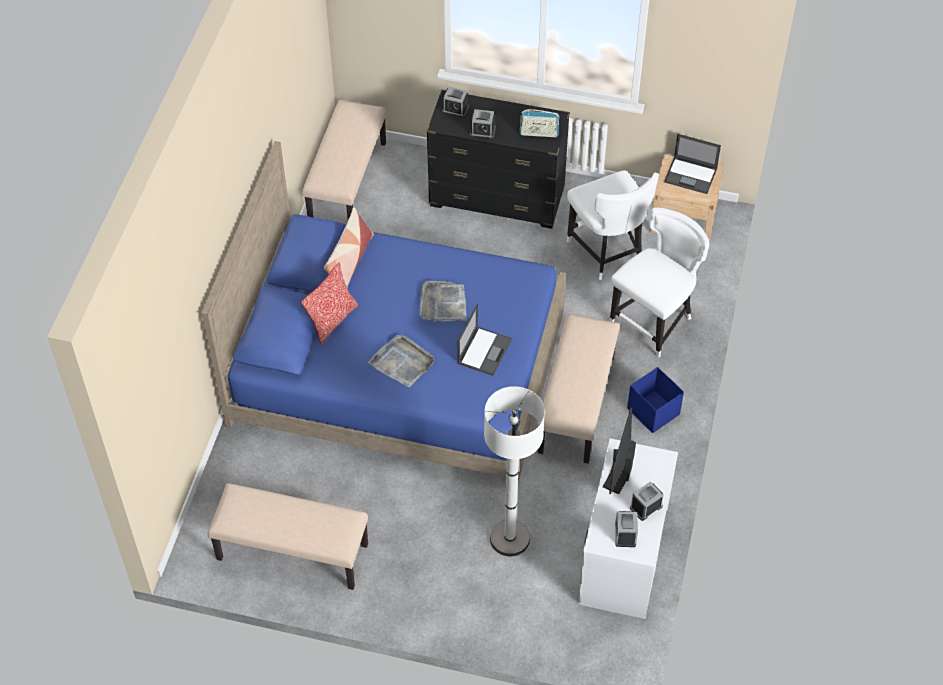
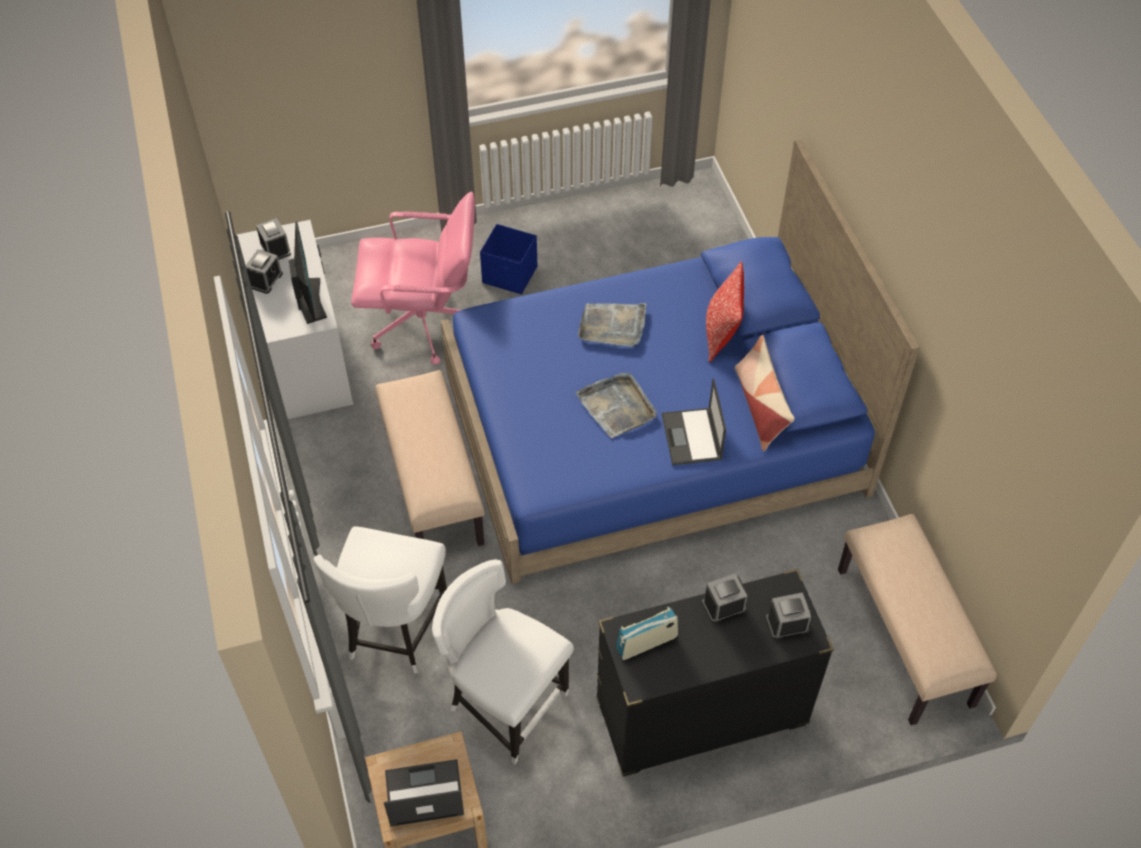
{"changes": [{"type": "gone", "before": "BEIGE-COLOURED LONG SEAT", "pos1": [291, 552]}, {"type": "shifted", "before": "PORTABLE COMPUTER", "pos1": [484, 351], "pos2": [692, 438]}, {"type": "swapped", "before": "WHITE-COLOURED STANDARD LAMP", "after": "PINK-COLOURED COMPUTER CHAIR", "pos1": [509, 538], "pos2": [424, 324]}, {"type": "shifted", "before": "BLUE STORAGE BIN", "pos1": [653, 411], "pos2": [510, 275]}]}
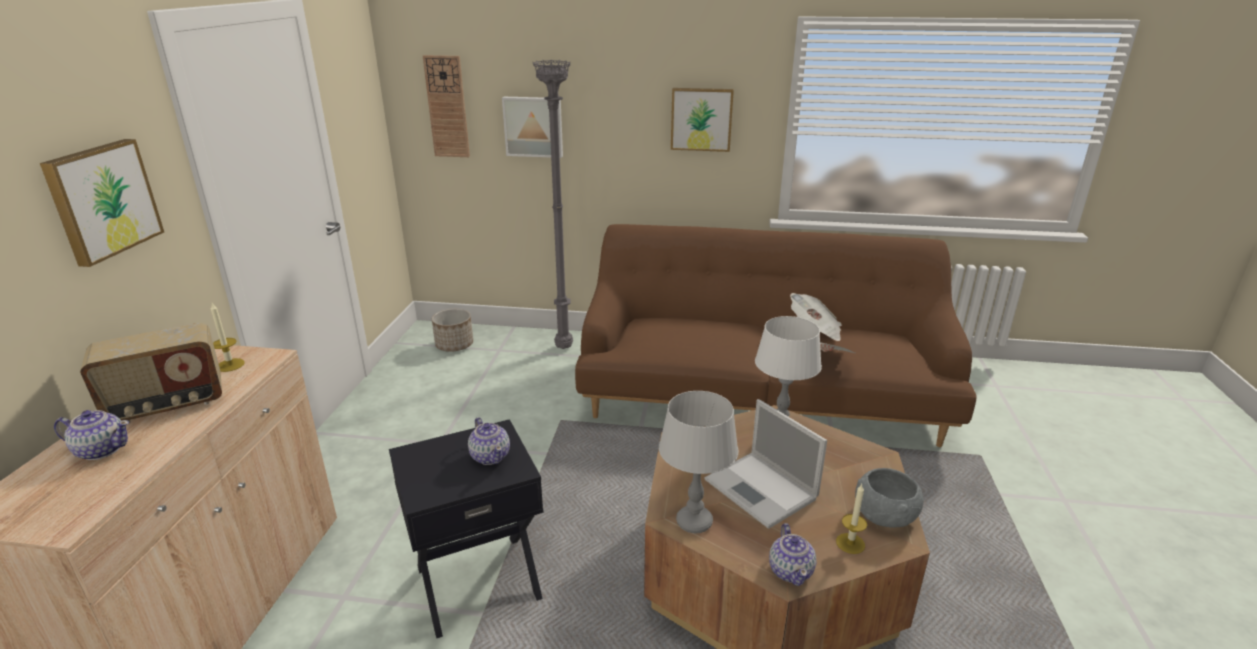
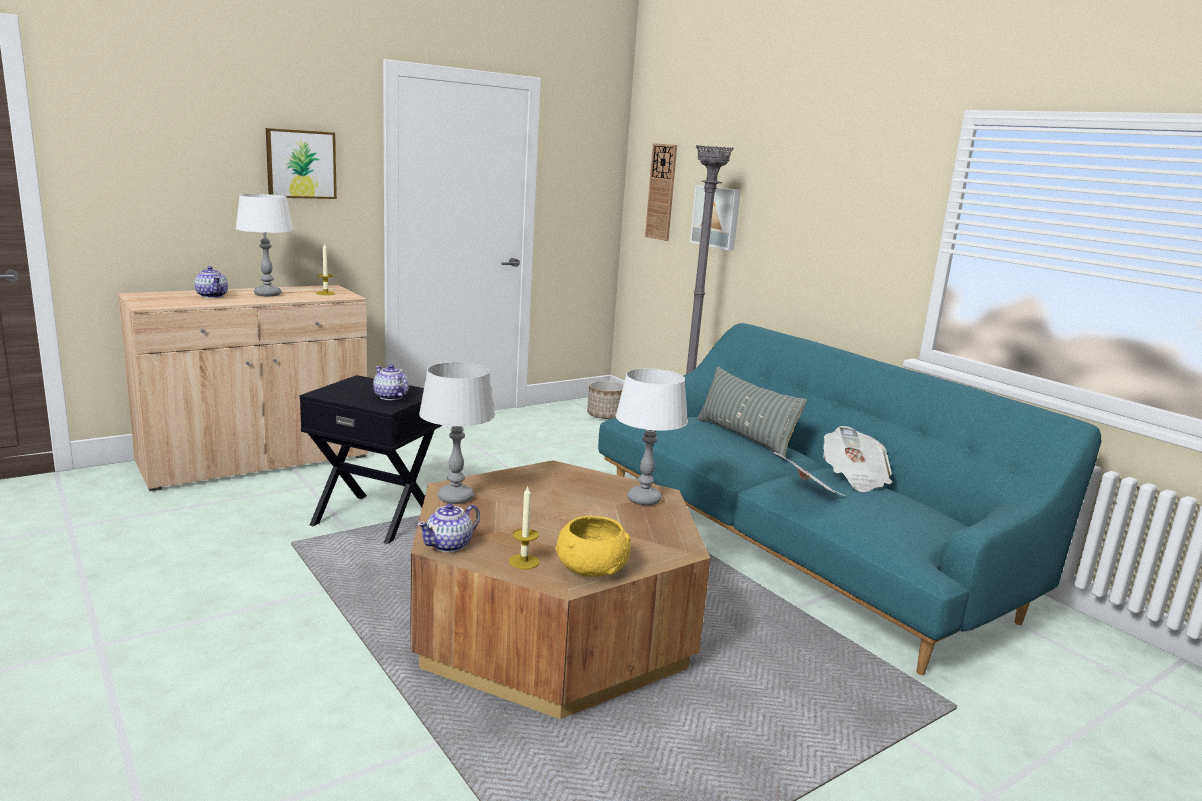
{"changes": [{"type": "swapped", "before": "RADIO RECEIVER", "after": "WHITE-COLOURED TABLETOP LAMP", "pos1": [167, 405], "pos2": [268, 294]}, {"type": "rotated", "before": "TEA POT", "pos1": [490, 456], "pos2": [391, 397], "turn": 120}, {"type": "repainted", "before": "BROWN COUCH", "after": "BLUE-GREEN COUCH", "pos1": [761, 394], "pos2": [798, 547]}, {"type": "gone", "before": "WALL ART", "pos1": [701, 119]}, {"type": "gone", "before": "PORTABLE COMPUTER", "pos1": [762, 490]}, {"type": "repainted", "before": "GREY SERVING BOWL", "after": "YELLOW SERVING BOWL", "pos1": [884, 515], "pos2": [592, 569]}, {"type": "new", "after": "GREY THROW PILLOW", "pos2": [744, 436]}]}
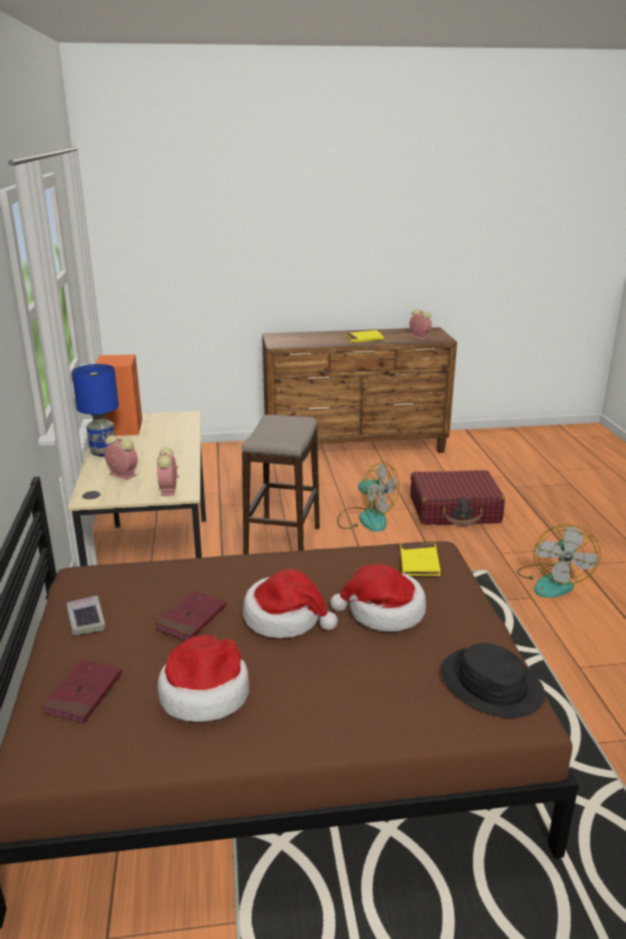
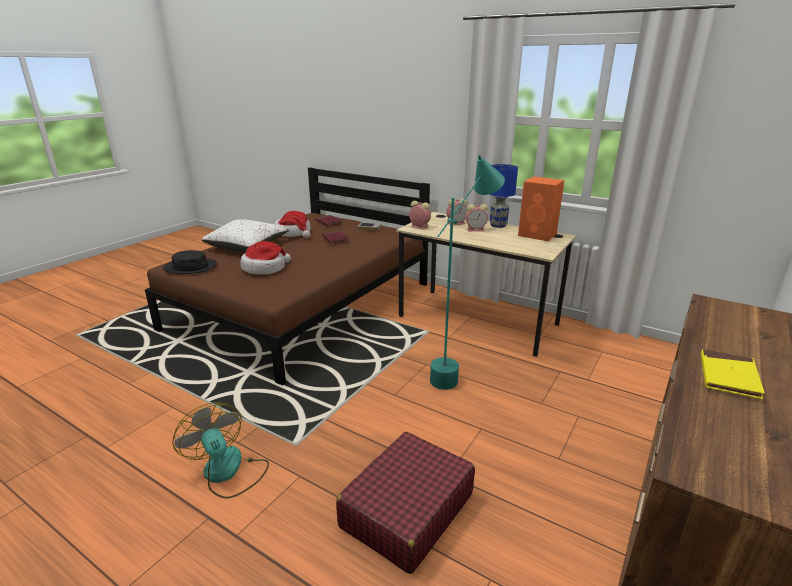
{"changes": [{"type": "swapped", "before": "STOOL", "after": "BLUE-GREEN STANDARD LAMP", "pos1": [283, 545], "pos2": [458, 371]}, {"type": "gone", "before": "CLOTHING HAT", "pos1": [285, 618]}, {"type": "gone", "before": "FAN", "pos1": [365, 519]}, {"type": "gone", "before": "YELLOW VOLUME", "pos1": [419, 562]}, {"type": "shifted", "before": "BEDSIDE CLOCK", "pos1": [418, 337], "pos2": [476, 229]}, {"type": "new", "after": "WHITE-COLOURED THROW PILLOW", "pos2": [248, 246]}]}
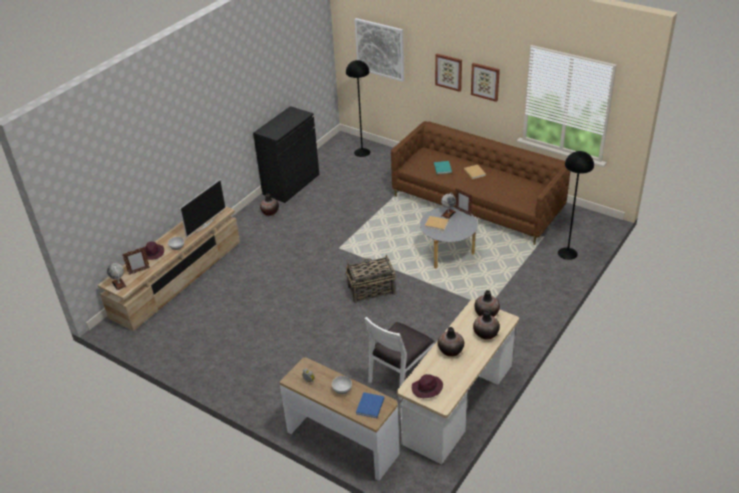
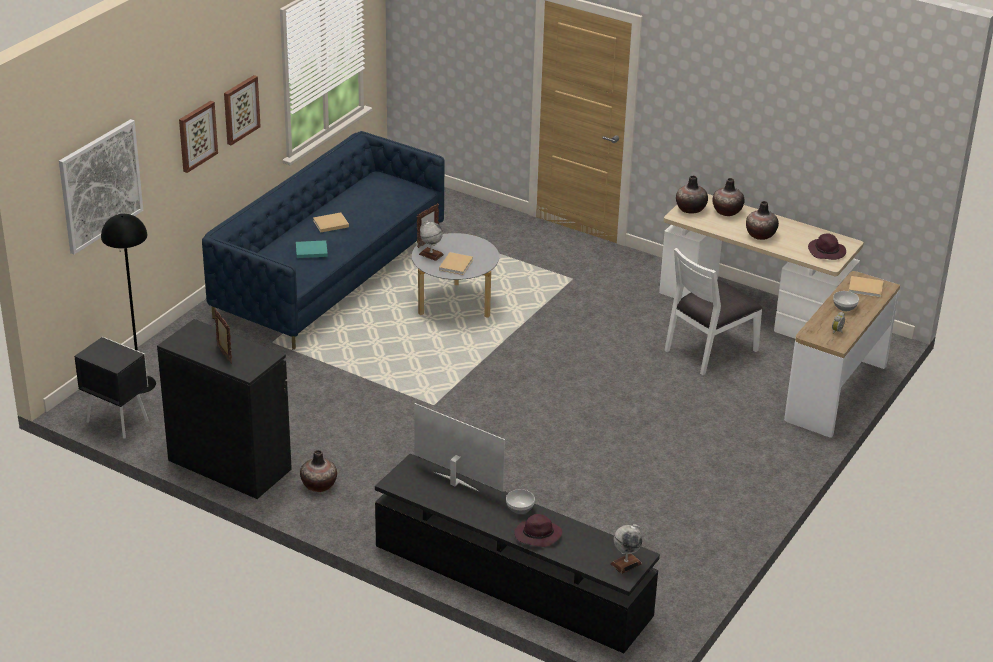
{"changes": [{"type": "repainted", "before": "BEIGE-COLOURED TV UNIT", "after": "BLACKISH TV UNIT", "pos1": [177, 279], "pos2": [512, 581]}, {"type": "shifted", "before": "PHOTO FRAME", "pos1": [139, 271], "pos2": [224, 355]}, {"type": "gone", "before": "STORAGE BASKET", "pos1": [371, 290]}, {"type": "repainted", "before": "BLUE VOLUME", "after": "BEIGE-COLOURED VOLUME", "pos1": [370, 406], "pos2": [866, 288]}, {"type": "rotated", "before": "WHITE-COLOURED PLAIN CHAIR", "pos1": [400, 374], "pos2": [709, 350], "turn": 105}, {"type": "repainted", "before": "BROWN COUCH", "after": "BLUE COUCH", "pos1": [477, 204], "pos2": [330, 274]}, {"type": "gone", "before": "BLACKISH STANDARD LAMP", "pos1": [567, 253]}, {"type": "new", "after": "BLACKISH NIGHTSTAND", "pos2": [117, 421]}]}
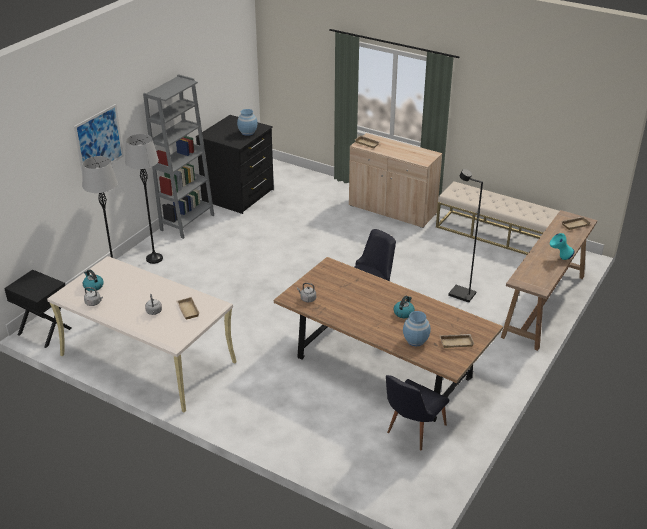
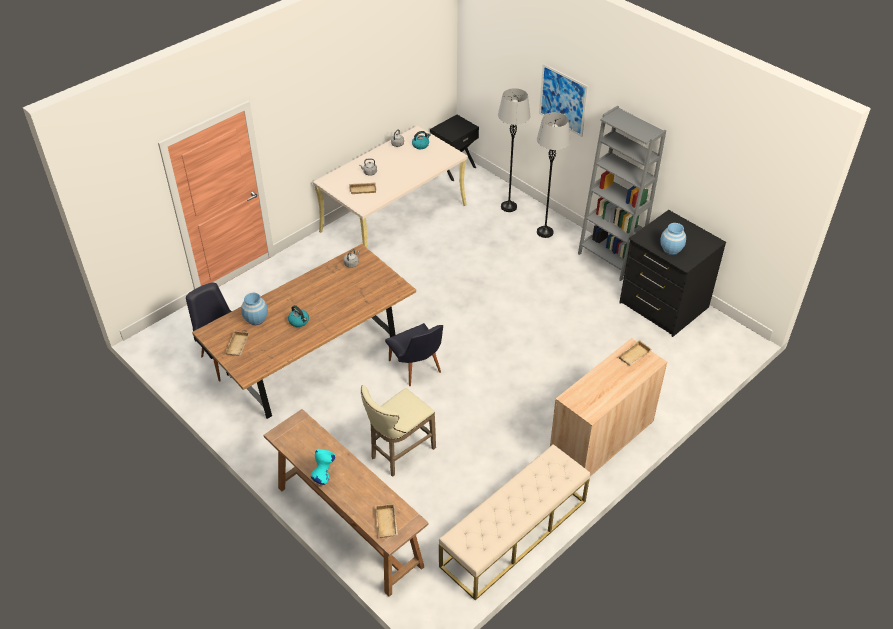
{"changes": [{"type": "swapped", "before": "BLACKISH STANDARD LAMP", "after": "BEIGE-COLOURED STOOL", "pos1": [461, 295], "pos2": [399, 453]}]}
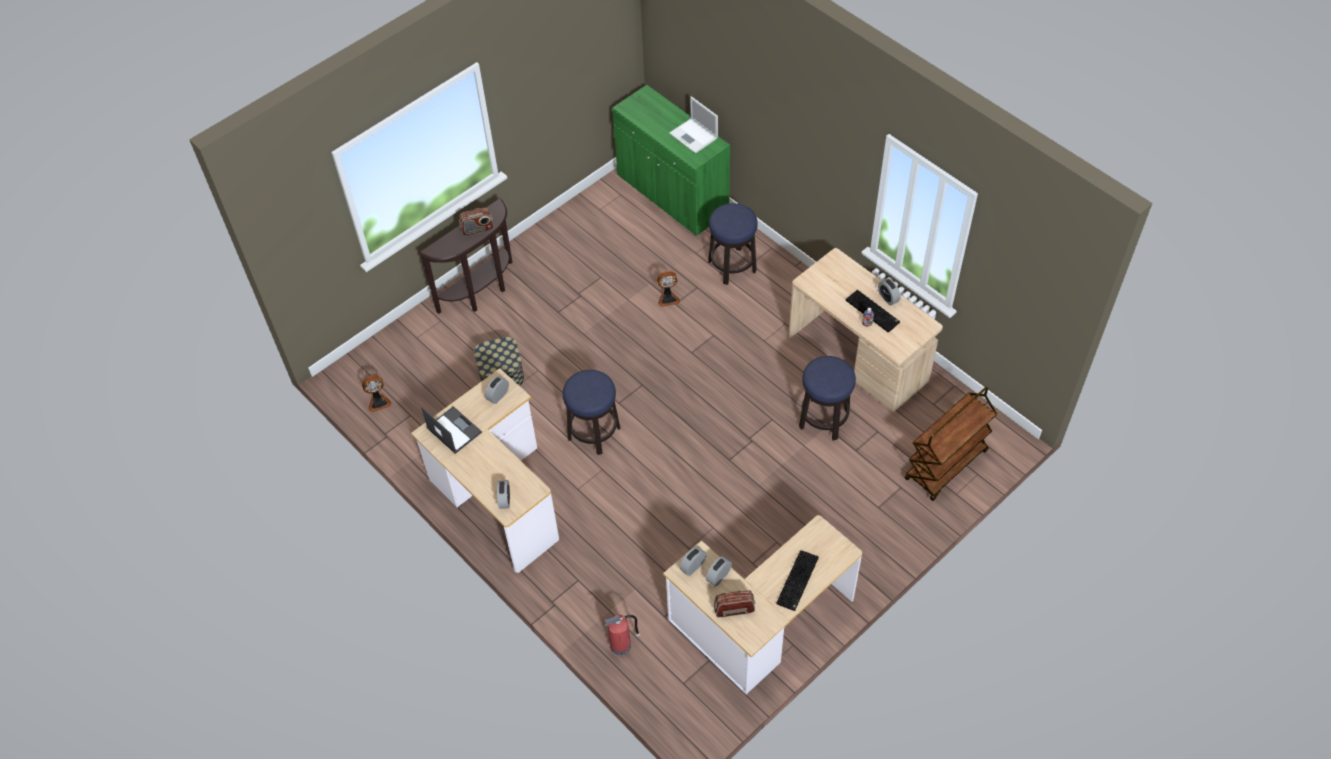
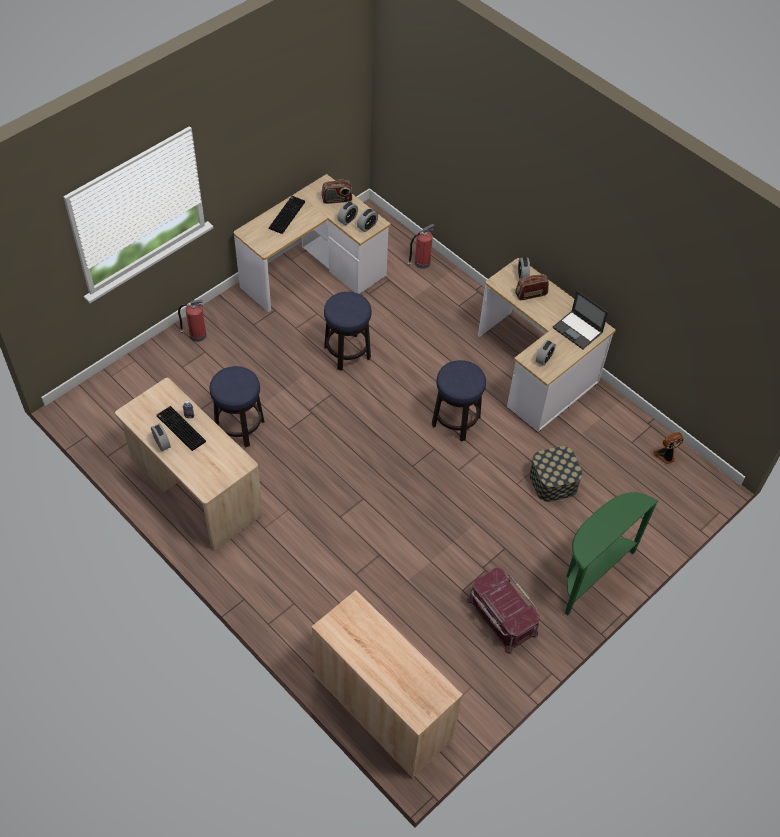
{"changes": [{"type": "repainted", "before": "BROWN HALL TABLE", "after": "GREENISH HALL TABLE", "pos1": [481, 292], "pos2": [591, 574]}, {"type": "shifted", "before": "RADIO RECEIVER", "pos1": [477, 229], "pos2": [531, 294]}, {"type": "repainted", "before": "GREENISH CUPBOARD", "after": "BEIGE-COLOURED CUPBOARD", "pos1": [672, 194], "pos2": [382, 707]}, {"type": "gone", "before": "FAN", "pos1": [668, 298]}, {"type": "gone", "before": "PORTABLE COMPUTER", "pos1": [694, 136]}, {"type": "shifted", "before": "STOOL", "pos1": [732, 266], "pos2": [347, 352]}, {"type": "gone", "before": "BROWN CART", "pos1": [946, 466]}, {"type": "new", "after": "FIRE-FIGHTING CYLINDER", "pos2": [197, 335]}, {"type": "new", "after": "RED-COLOURED STORAGE BIN", "pos2": [501, 617]}]}
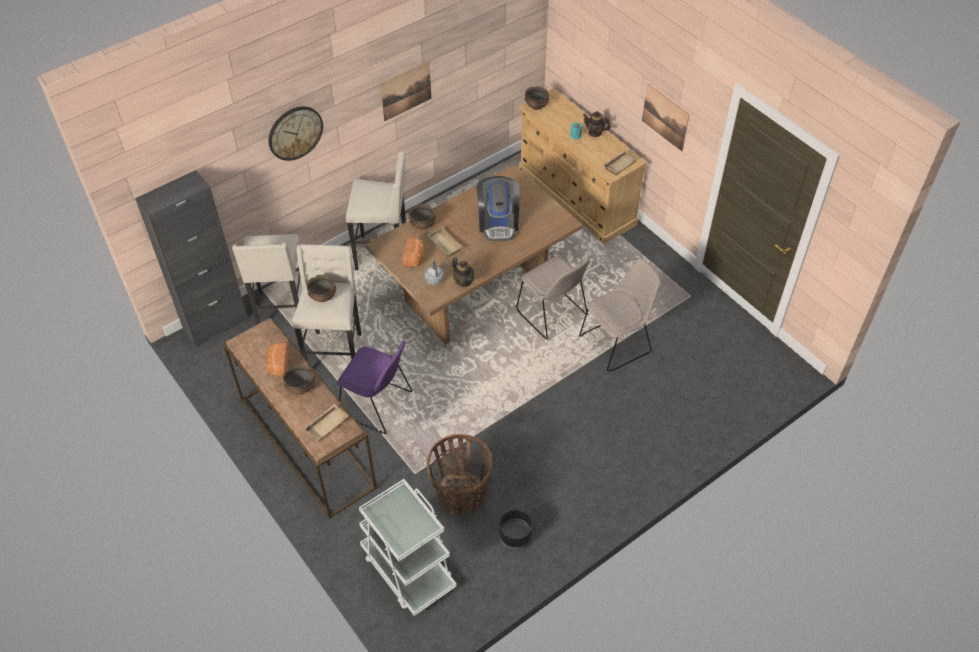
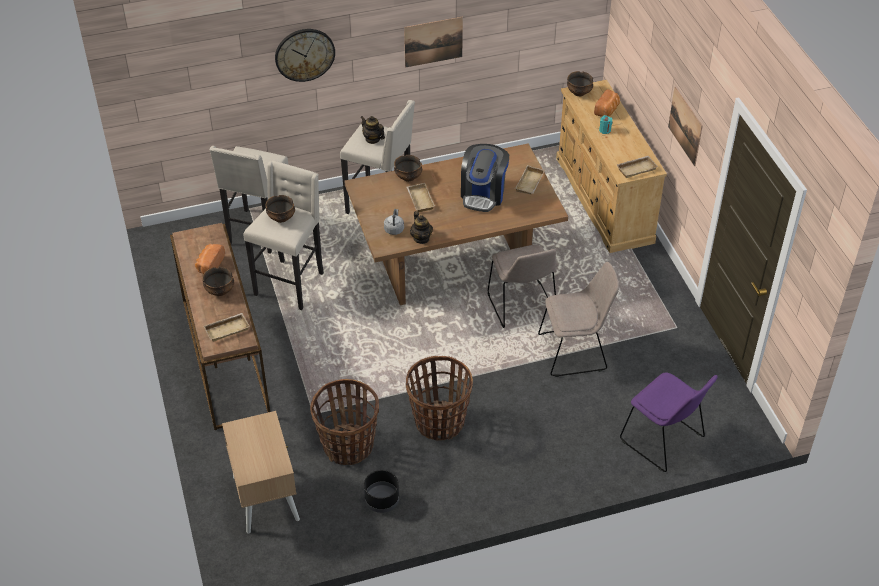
{"changes": [{"type": "gone", "before": "BLACKISH CUPBOARD", "pos1": [216, 324]}, {"type": "shifted", "before": "PURPLISH PLAIN CHAIR", "pos1": [378, 405], "pos2": [664, 440]}, {"type": "swapped", "before": "WHITE-COLOURED CART", "after": "BEIGE-COLOURED NIGHTSTAND", "pos1": [408, 569], "pos2": [265, 497]}, {"type": "shifted", "before": "BAKERY BREAD", "pos1": [414, 258], "pos2": [607, 110]}, {"type": "shifted", "before": "TEA POT", "pos1": [595, 132], "pos2": [372, 139]}, {"type": "new", "after": "STORAGE BASKET", "pos2": [439, 422]}, {"type": "new", "after": "BEIGE-COLOURED SERVING TRAY", "pos2": [530, 183]}]}
